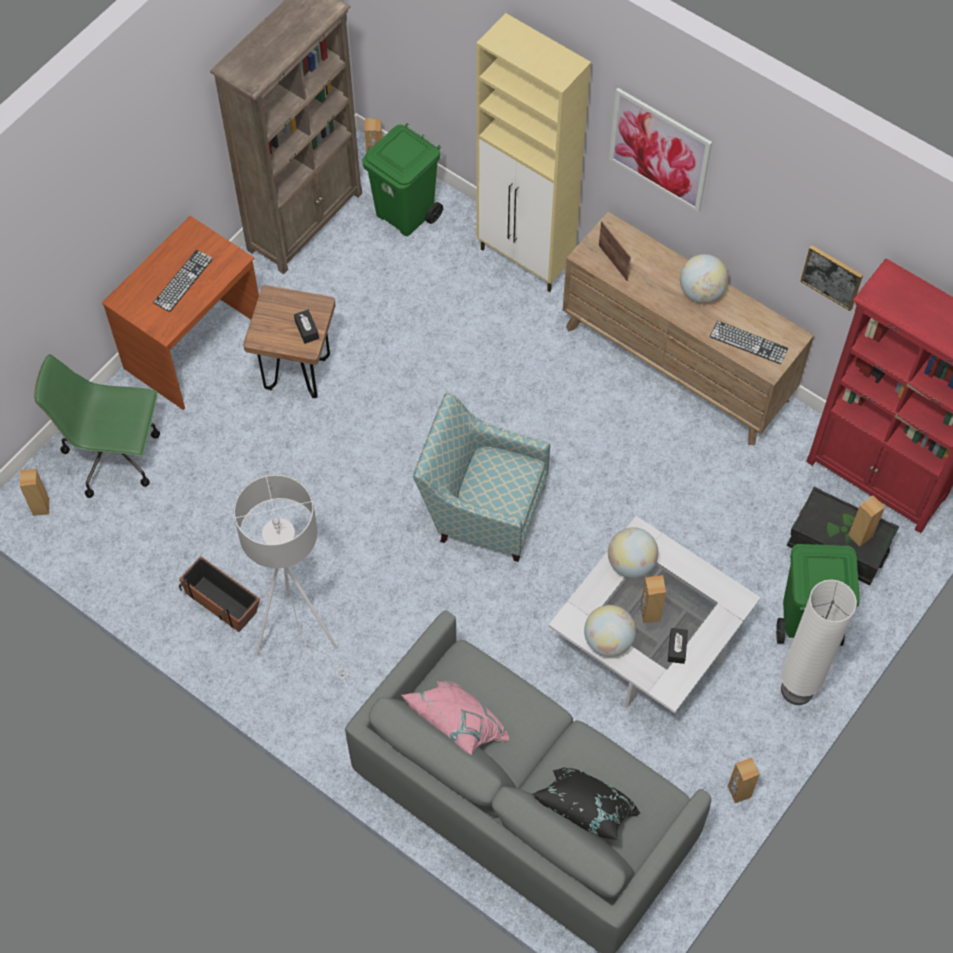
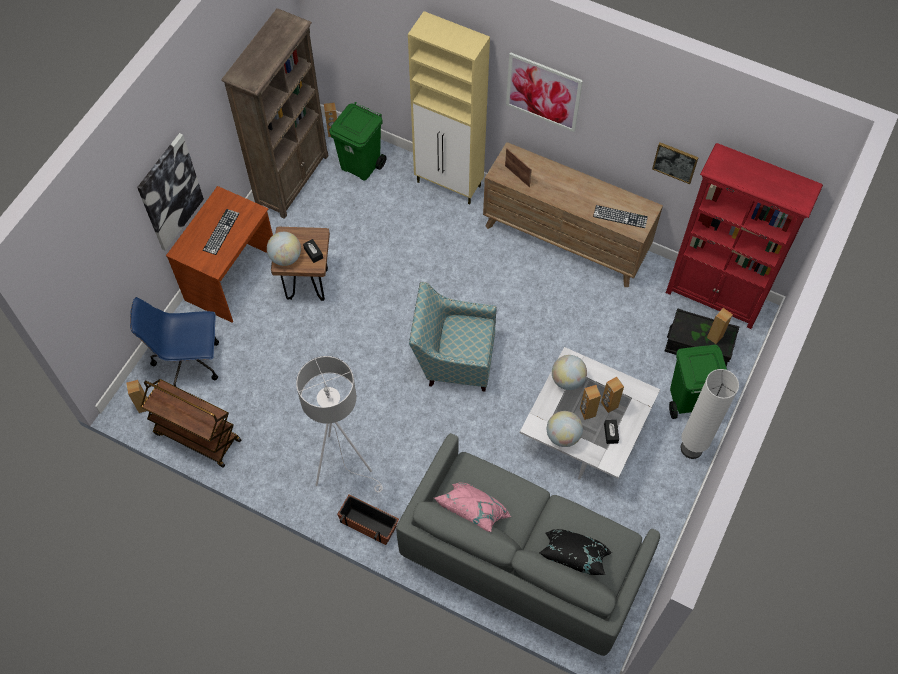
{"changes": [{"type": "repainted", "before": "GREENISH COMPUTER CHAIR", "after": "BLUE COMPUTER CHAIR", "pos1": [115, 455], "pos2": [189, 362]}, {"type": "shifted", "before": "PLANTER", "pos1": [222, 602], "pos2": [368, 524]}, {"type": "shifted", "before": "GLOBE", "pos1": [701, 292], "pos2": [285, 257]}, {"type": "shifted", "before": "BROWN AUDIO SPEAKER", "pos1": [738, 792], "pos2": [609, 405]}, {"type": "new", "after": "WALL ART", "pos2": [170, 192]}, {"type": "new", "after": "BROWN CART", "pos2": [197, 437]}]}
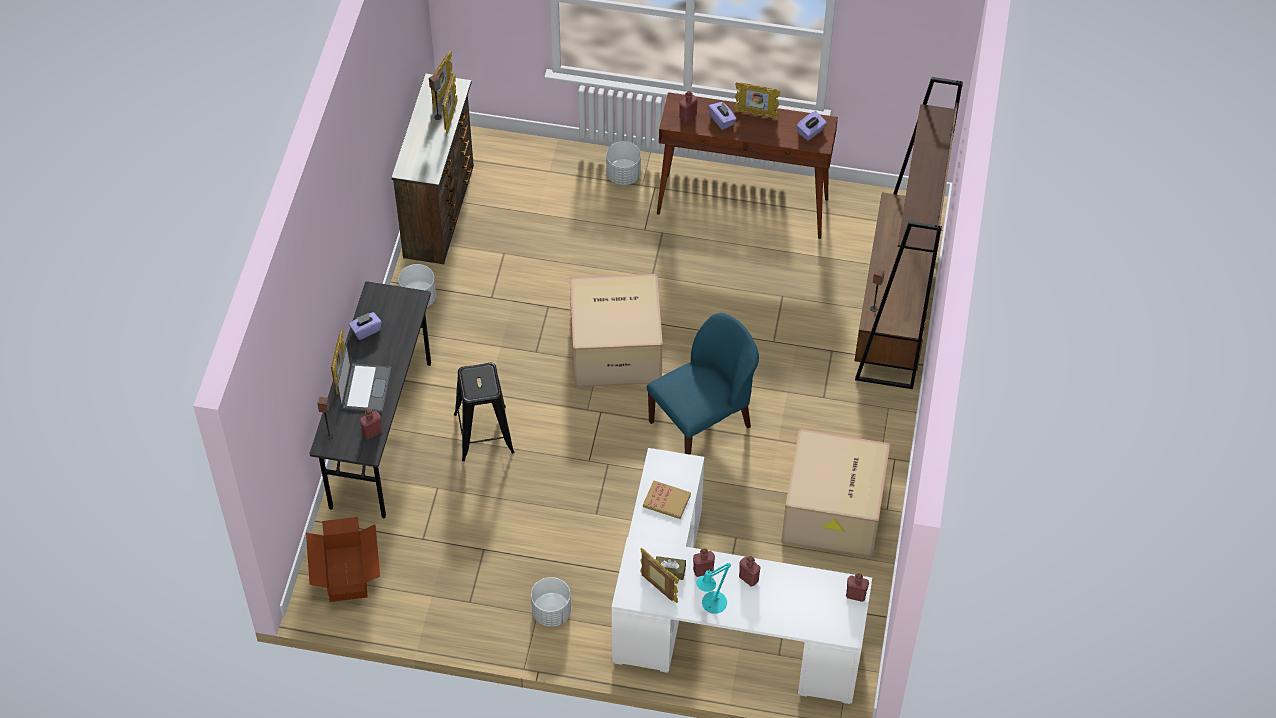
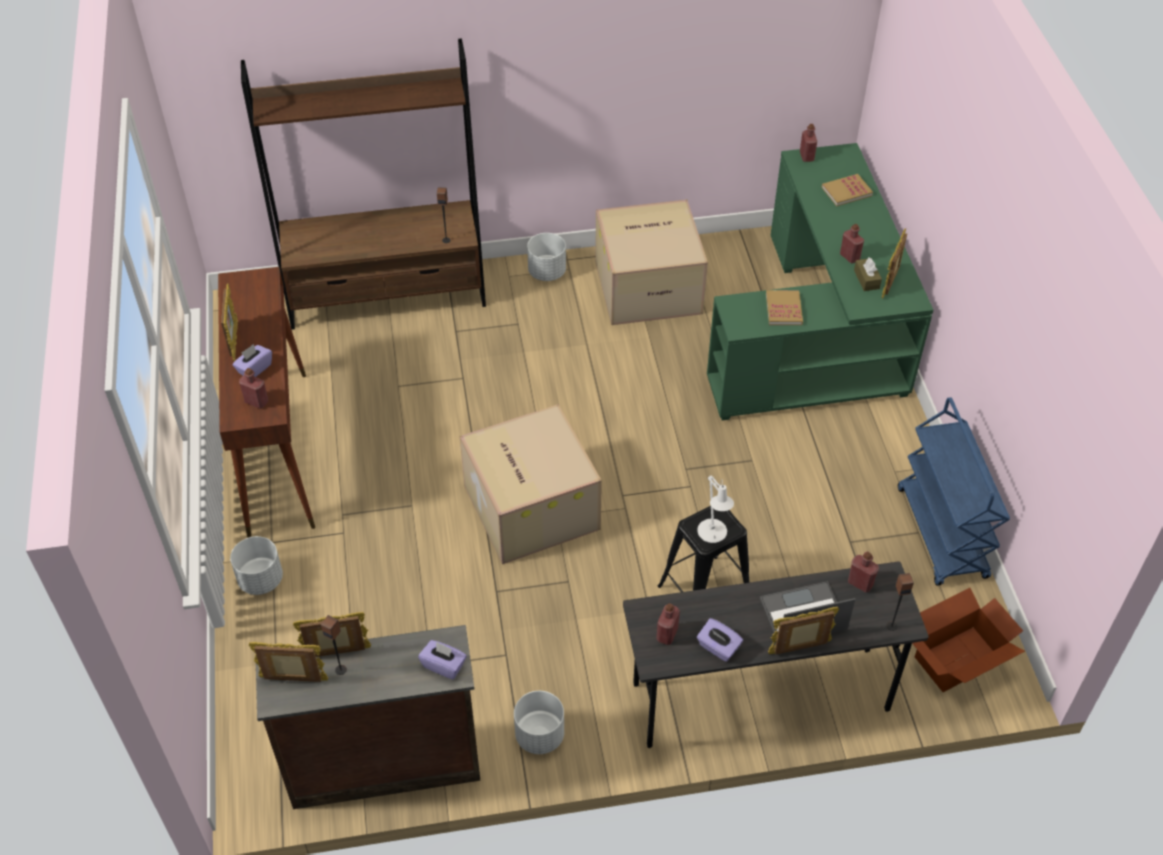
{"changes": [{"type": "shifted", "before": "WHITE-COLOURED PLANTER", "pos1": [552, 612], "pos2": [547, 272]}, {"type": "repainted", "before": "WHITE-COLOURED DESK UNIT", "after": "GREENISH DESK UNIT", "pos1": [717, 625], "pos2": [819, 335]}, {"type": "gone", "before": "BLUE PLAIN CHAIR", "pos1": [702, 423]}, {"type": "gone", "before": "BLUE-GREEN TABLETOP LAMP", "pos1": [712, 605]}, {"type": "shifted", "before": "RED-COLOURED BOTTLE", "pos1": [748, 578], "pos2": [667, 634]}, {"type": "shifted", "before": "PURPLISH TISSUE BOX", "pos1": [811, 132], "pos2": [444, 665]}, {"type": "new", "after": "WHITE-COLOURED TABLETOP LAMP", "pos2": [713, 534]}, {"type": "new", "after": "VOLUME", "pos2": [846, 191]}, {"type": "new", "after": "BLUE CART", "pos2": [942, 534]}]}
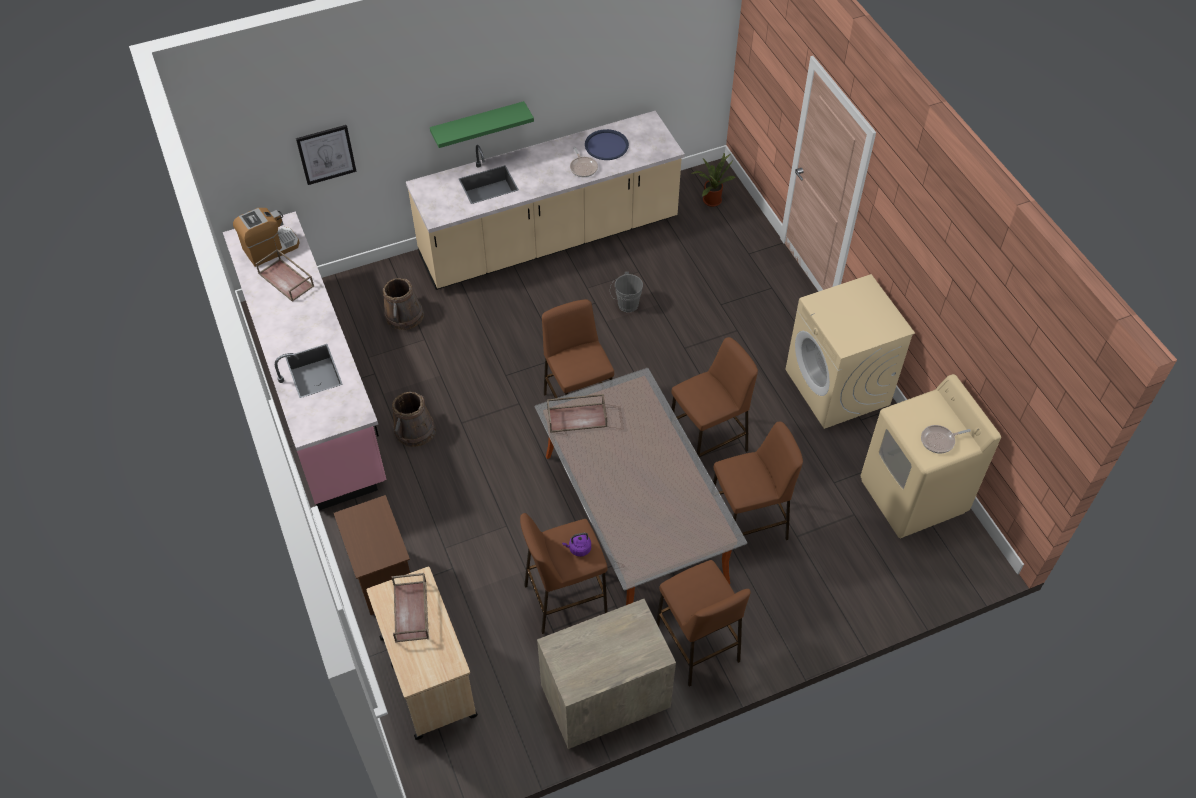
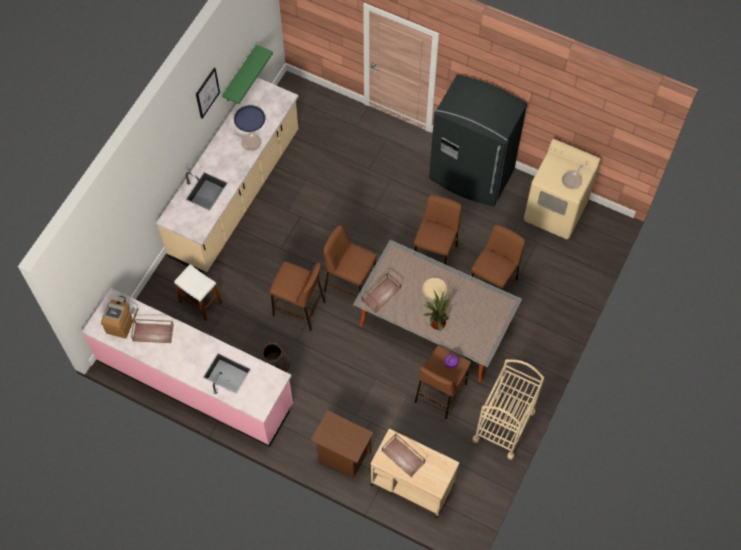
{"changes": [{"type": "shifted", "before": "WALL ART", "pos1": [326, 154], "pos2": [207, 92]}, {"type": "swapped", "before": "BROWN PAIL", "after": "WHITE-COLOURED STOOL", "pos1": [404, 316], "pos2": [200, 302]}, {"type": "shifted", "before": "GREENISH SHELF", "pos1": [478, 124], "pos2": [240, 75]}, {"type": "swapped", "before": "DRESSER", "after": "BEIGE-COLOURED CART", "pos1": [605, 697], "pos2": [504, 426]}, {"type": "gone", "before": "GREY PAIL", "pos1": [625, 305]}, {"type": "shifted", "before": "BROWN STOOL", "pos1": [697, 645], "pos2": [299, 309]}, {"type": "shifted", "before": "HOUSEPLANT", "pos1": [711, 199], "pos2": [436, 322]}, {"type": "swapped", "before": "BEIGE-COLOURED LAUNDRY APPLIANCE", "after": "GREY KITCHEN FRIDGE", "pos1": [838, 387], "pos2": [470, 176]}, {"type": "new", "after": "BEIGE-COLOURED PLATE", "pos2": [434, 289]}]}
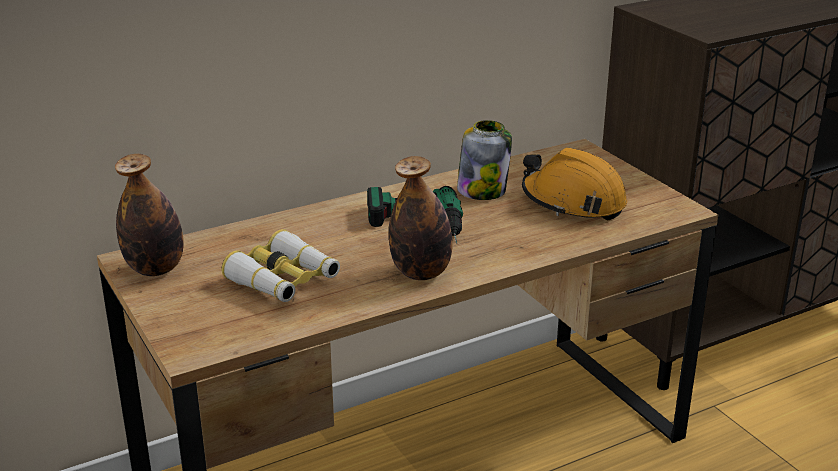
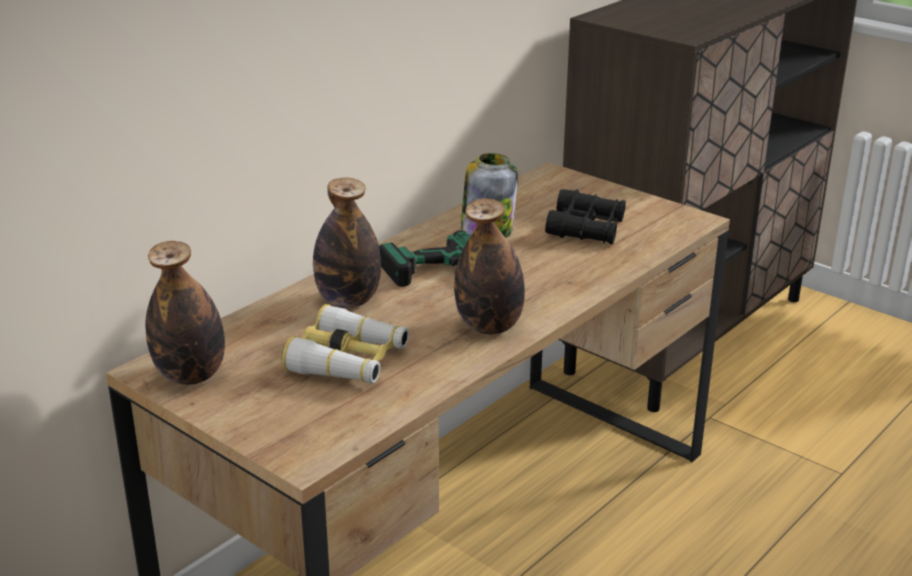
{"changes": [{"type": "swapped", "before": "ORANGE WORK HELMET", "after": "BLACKISH BINOCULARS", "pos1": [573, 202], "pos2": [586, 228]}, {"type": "new", "after": "BOTTLE", "pos2": [348, 301]}]}
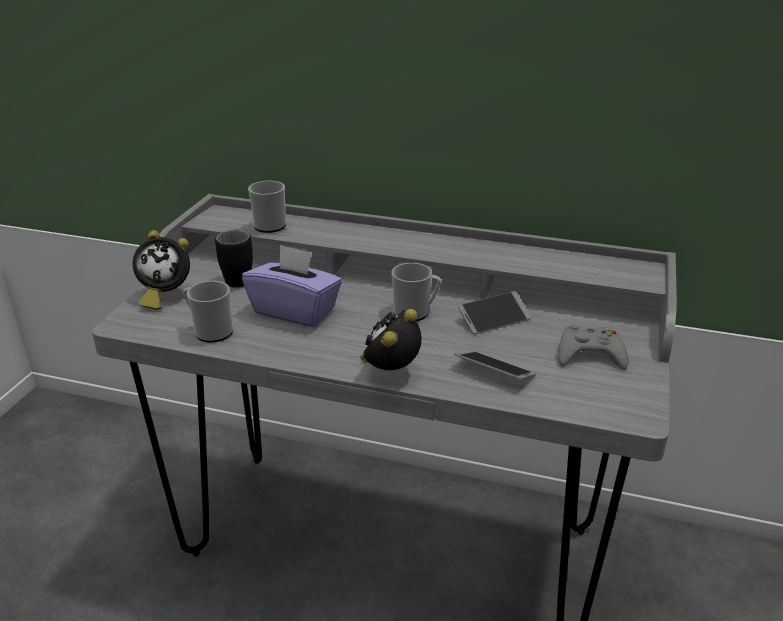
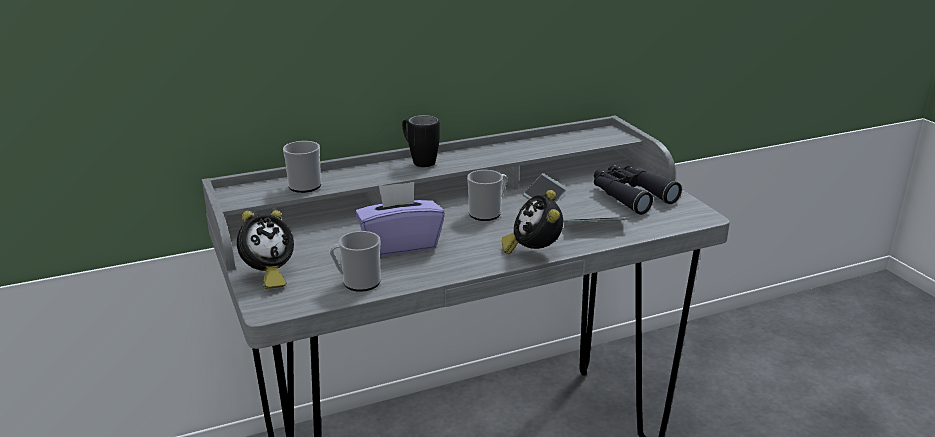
{"changes": [{"type": "shifted", "before": "BLACKISH TEA MUG", "pos1": [239, 277], "pos2": [419, 160]}, {"type": "swapped", "before": "GREY GAME CONTROLLER", "after": "BLACKISH BINOCULARS", "pos1": [590, 354], "pos2": [630, 196]}]}
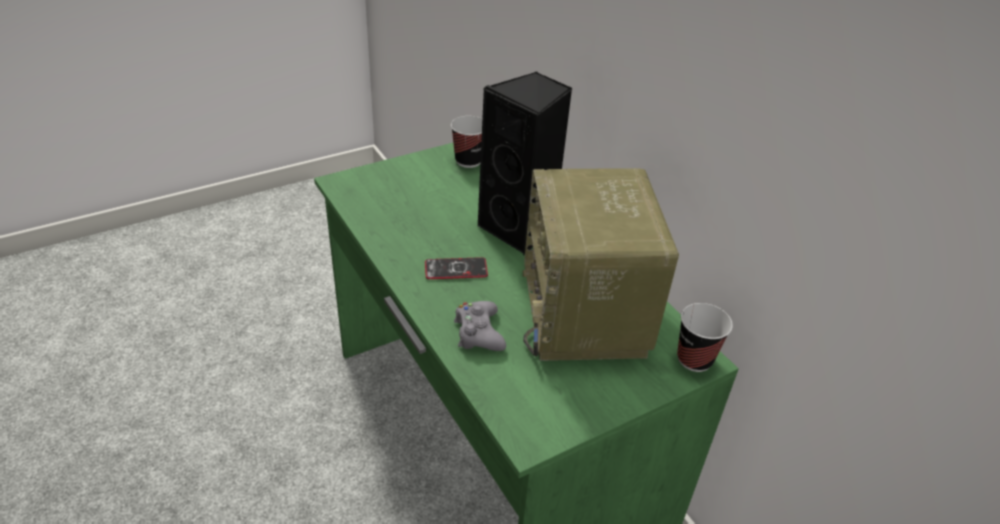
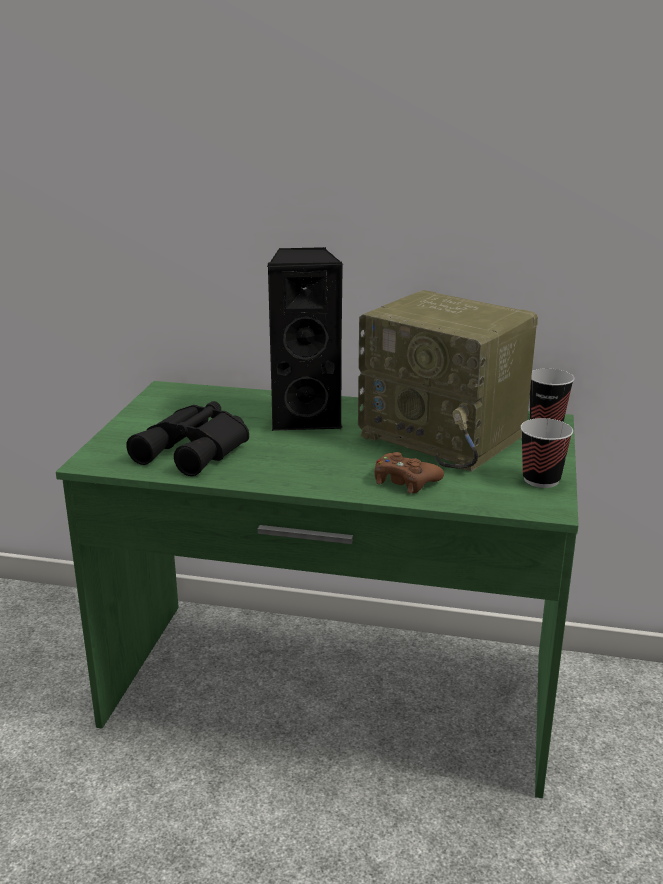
{"changes": [{"type": "gone", "before": "HANDSET", "pos1": [456, 269]}, {"type": "shifted", "before": "CUP", "pos1": [468, 161], "pos2": [541, 480]}, {"type": "repainted", "before": "GREY GAME CONTROLLER", "after": "BROWN GAME CONTROLLER", "pos1": [478, 333], "pos2": [405, 481]}, {"type": "new", "after": "BLACKISH BINOCULARS", "pos2": [195, 450]}]}
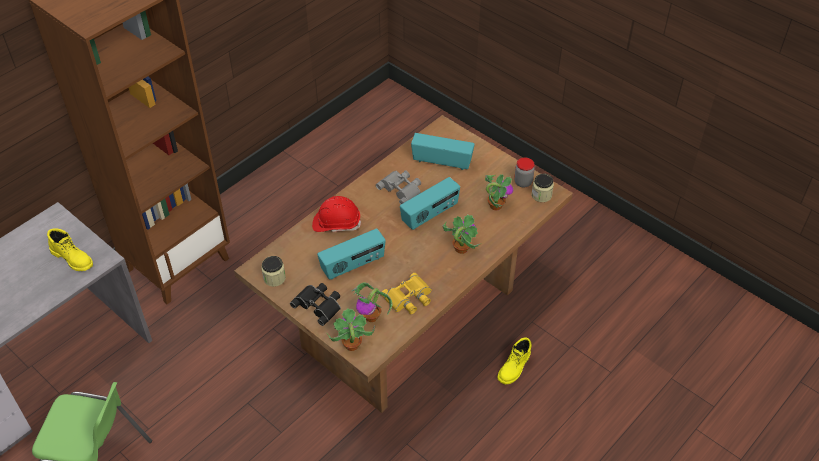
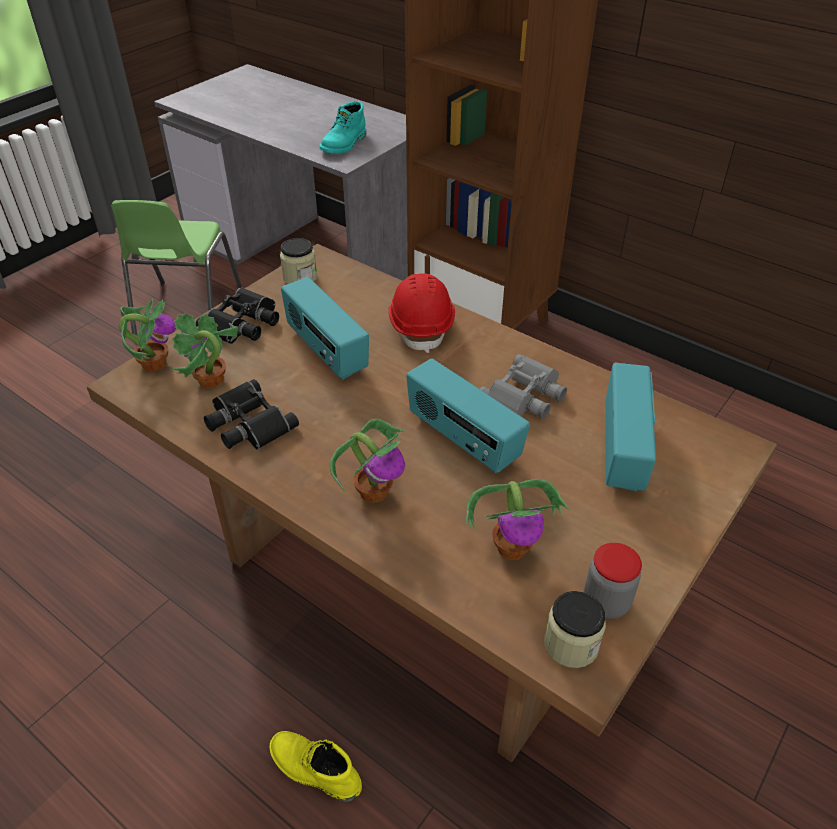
{"changes": [{"type": "repainted", "before": "YELLOW BOOT", "after": "BLUE-GREEN BOOT", "pos1": [73, 258], "pos2": [344, 144]}, {"type": "repainted", "before": "YELLOW BINOCULARS", "after": "BLACKISH BINOCULARS", "pos1": [409, 298], "pos2": [247, 423]}]}
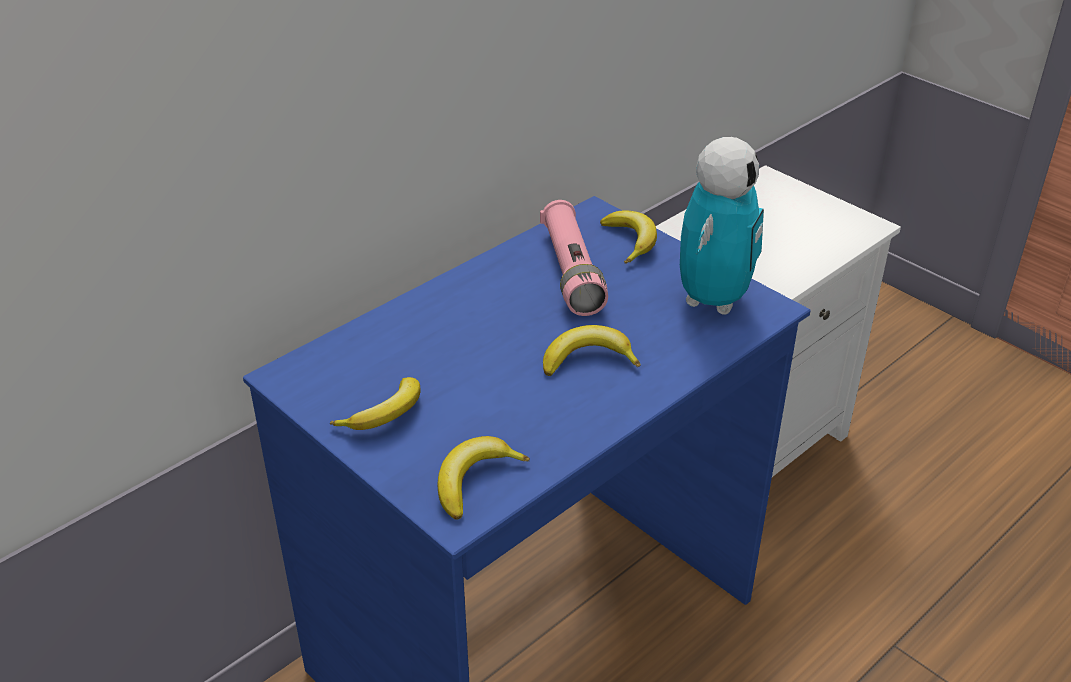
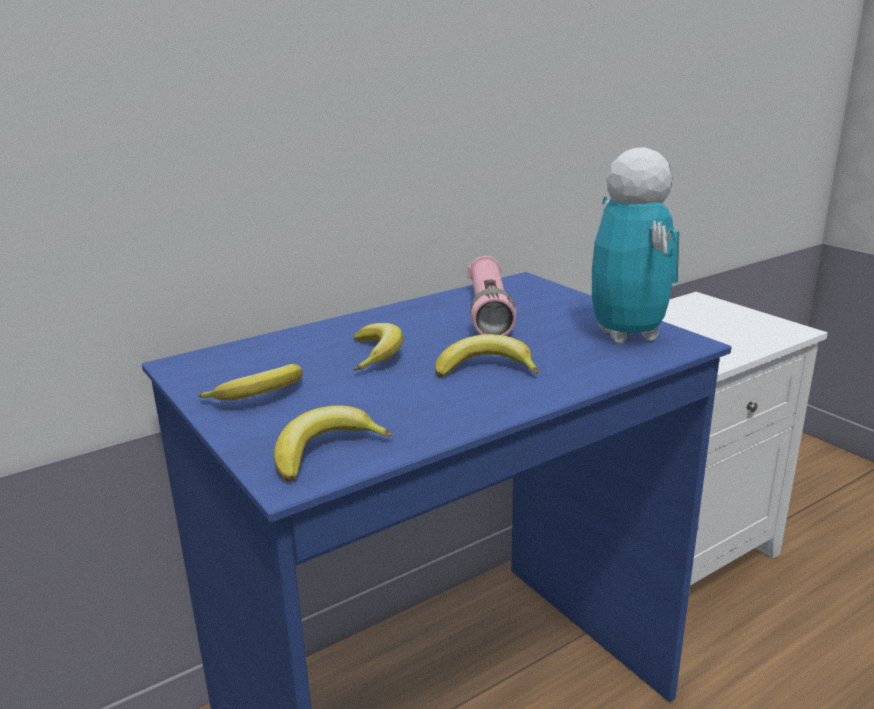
{"changes": [{"type": "shifted", "before": "BANANA", "pos1": [630, 241], "pos2": [377, 354]}, {"type": "rotated", "before": "TOY ROBOT", "pos1": [713, 299], "pos2": [627, 335], "turn": -45}]}
